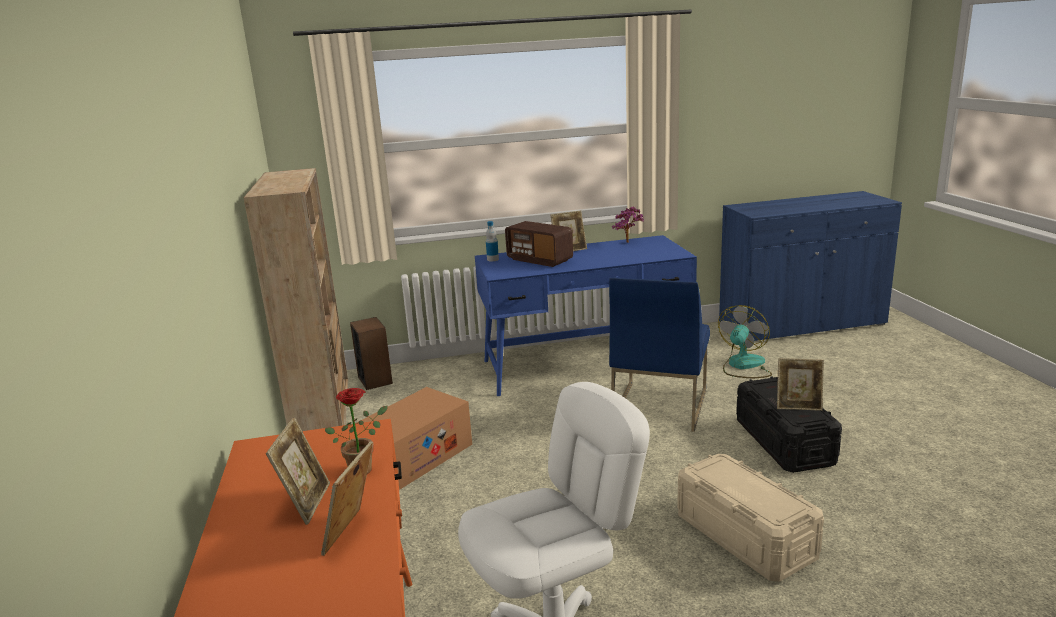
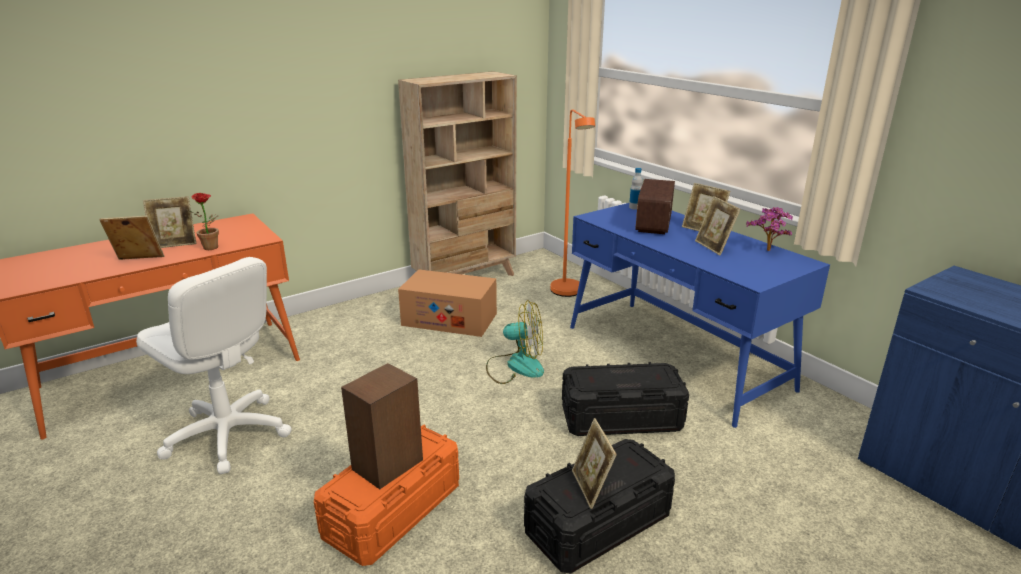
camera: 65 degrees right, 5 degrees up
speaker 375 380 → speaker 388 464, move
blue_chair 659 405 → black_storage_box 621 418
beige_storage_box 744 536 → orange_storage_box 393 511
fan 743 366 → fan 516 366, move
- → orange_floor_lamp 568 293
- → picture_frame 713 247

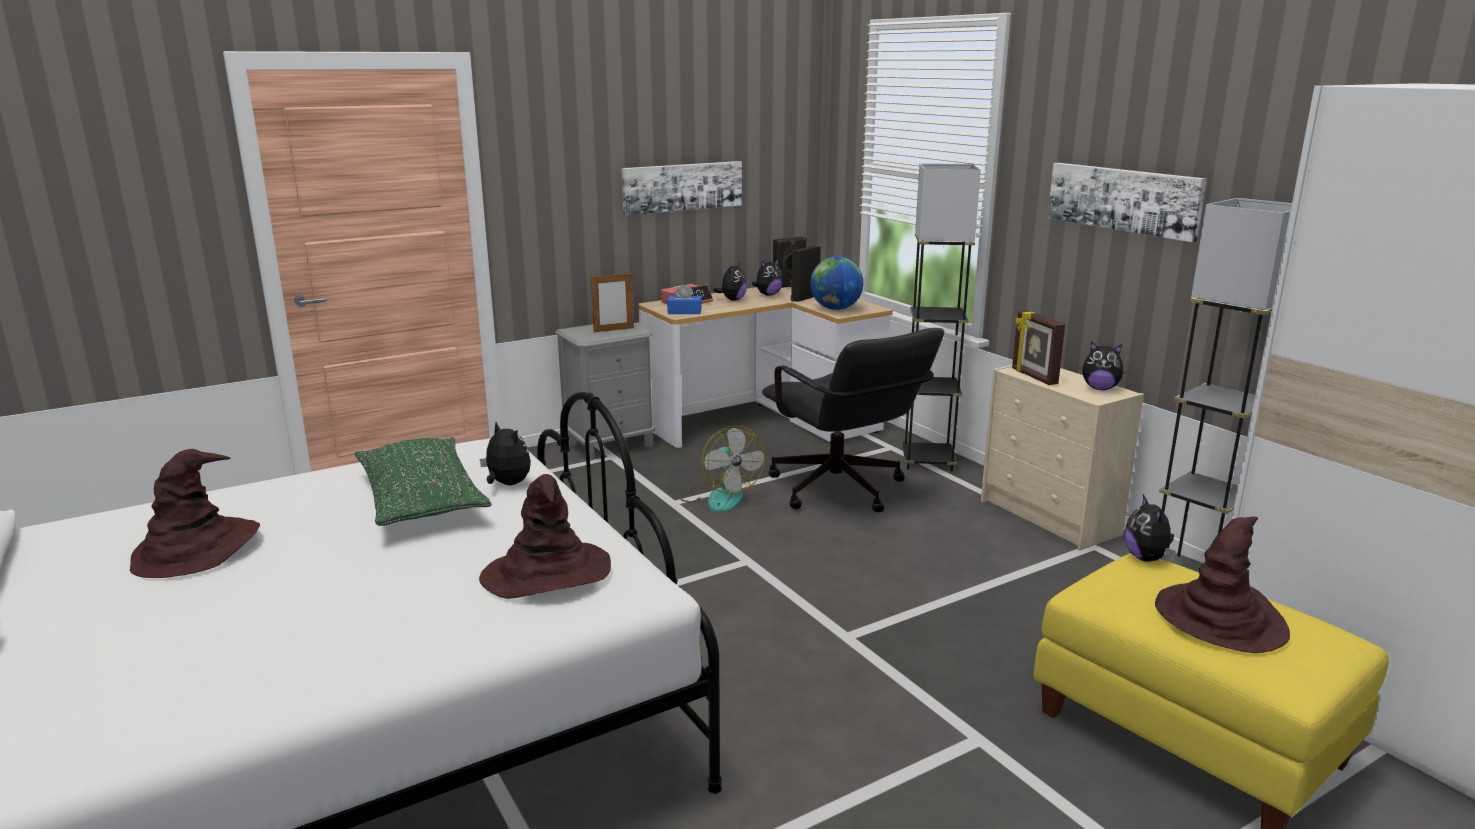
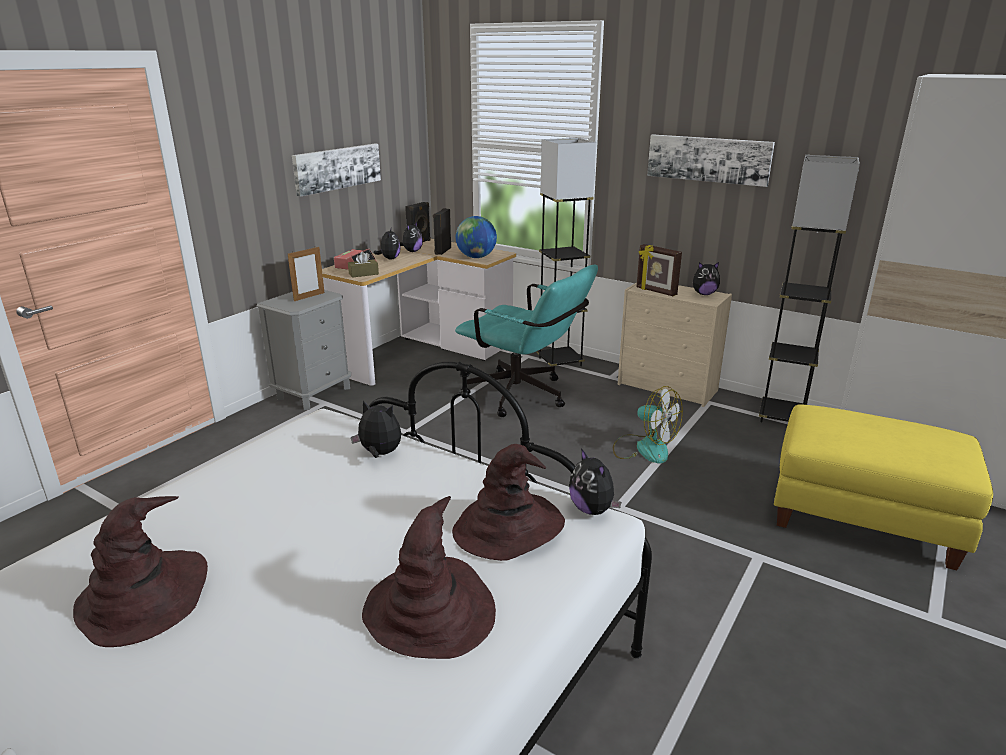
camera: 25 degrees left, 5 degrees up
green_pillow 421 500 → -
blue_tissue_box 684 312 → brown_tissue_box 363 274
fan 720 497 → fan 644 448, move
black_office_chair 843 492 → turquoise_office_chair 524 397
plush_toy 1147 558 → plush_toy 592 509, move
brown_hat 1220 619 → brown_hat 430 611, move

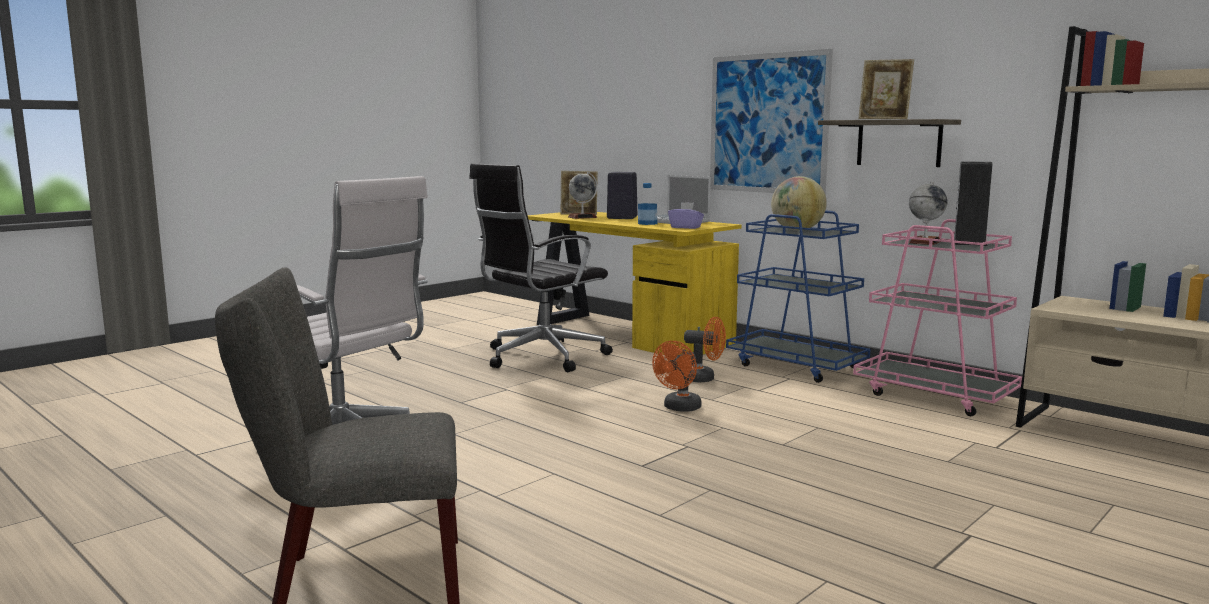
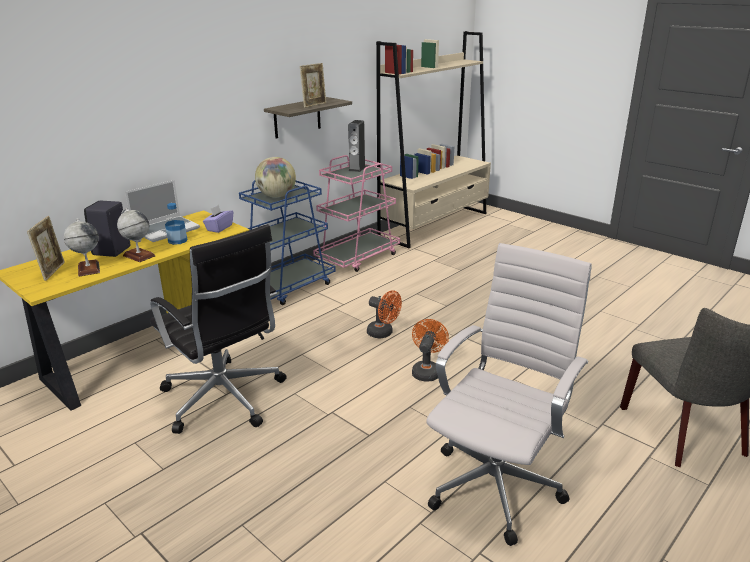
camera: 90 degrees left, 15 degrees up
orange_fan 703 379 → orange_fan 427 371, move
picture 767 123 → -
globe 925 242 → globe 139 256, move

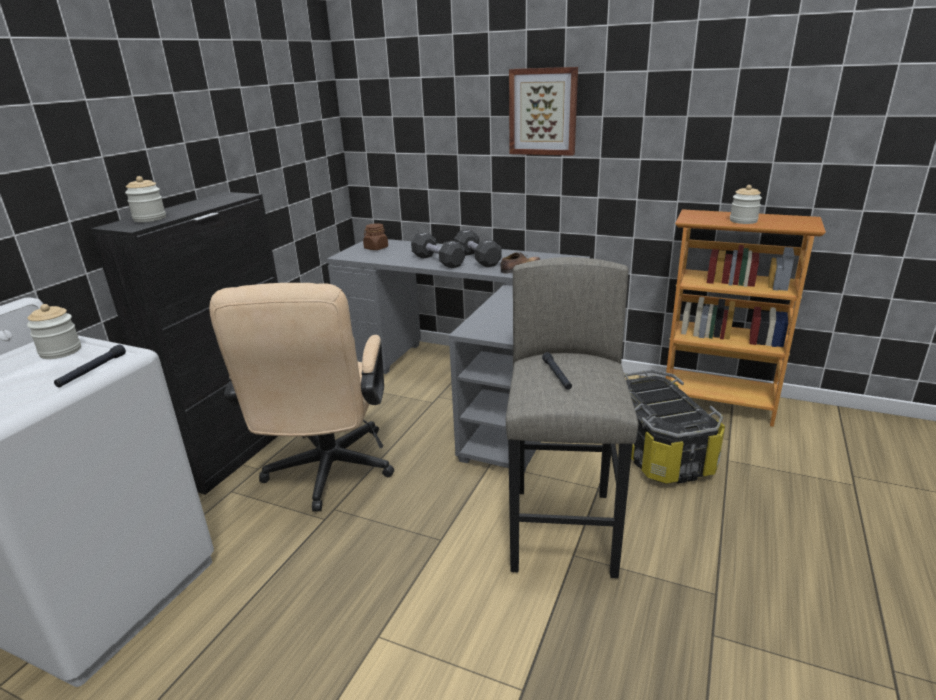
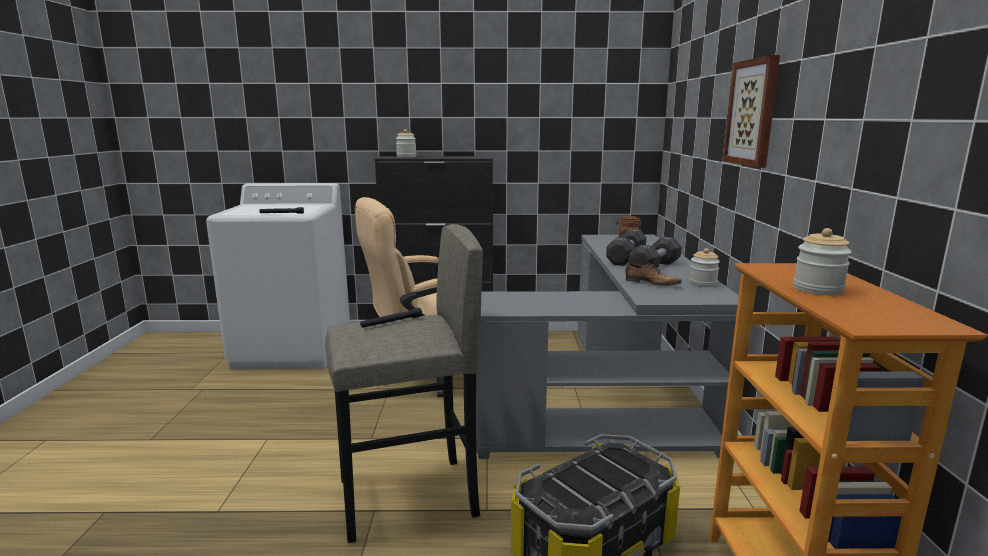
camera: 65 degrees right, 10 degrees down
jar 60 351 → jar 702 284, move

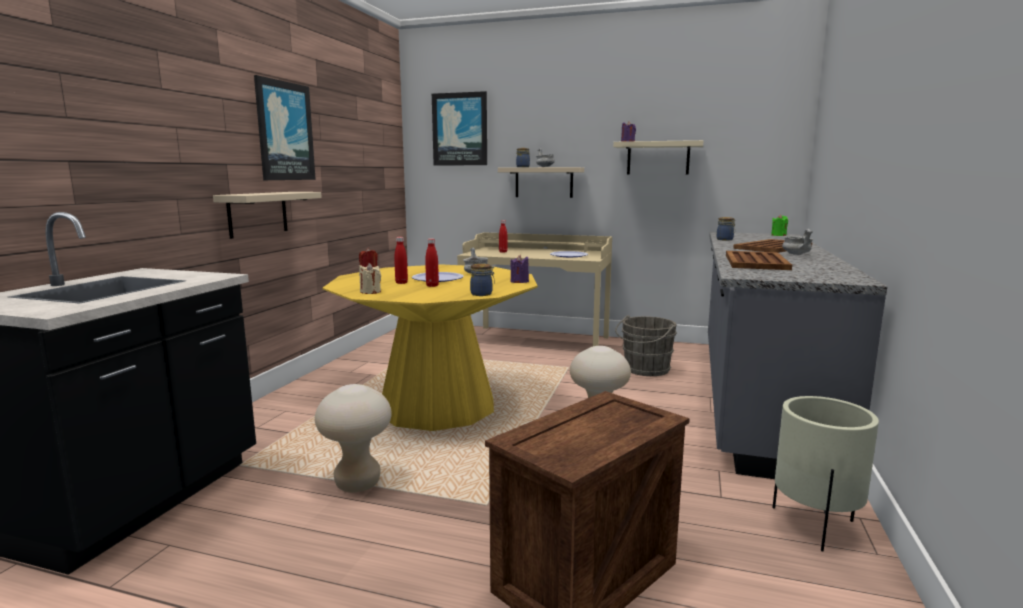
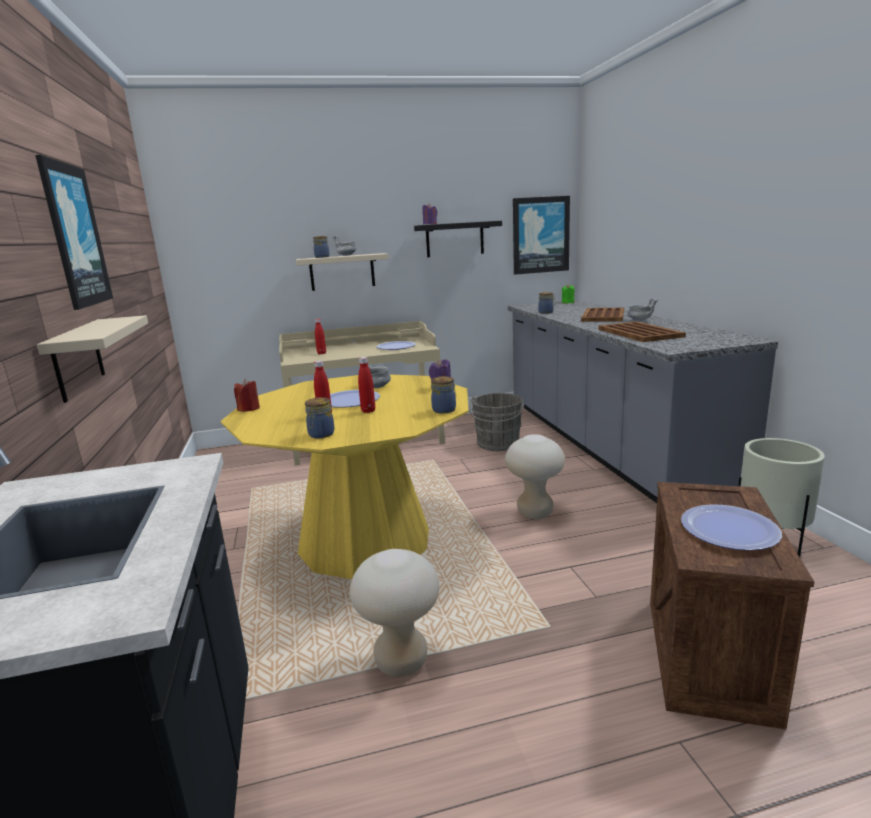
camera: 30 degrees left, 5 degrees up
beige_candle 370 292 → jar 320 435
picture 460 129 → picture 540 235, move
beige_shelf 658 158 → black_shelf 455 239
- → plate 729 529

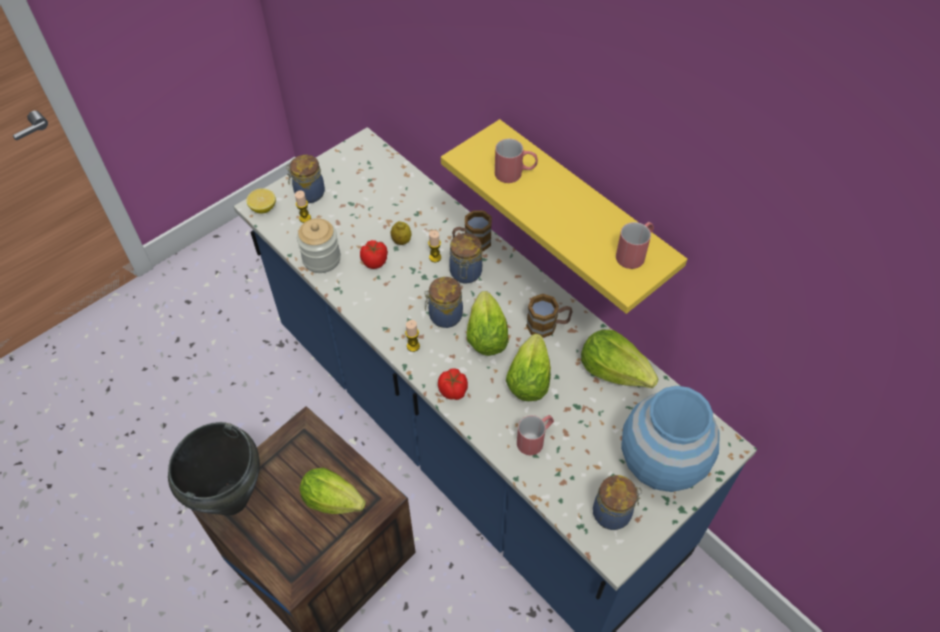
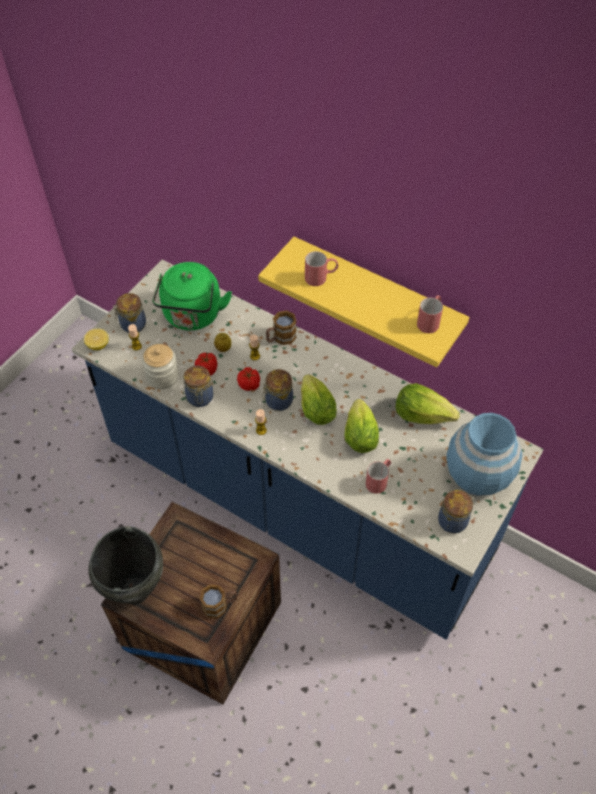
camera: 15 degrees left, 0 degrees up
lettuce 336 502 → -
tomato 453 391 → tomato 249 385, move
jar 465 274 → jar 200 398, move
mug 548 325 → mug 220 605, move
- → green_kettle 192 316

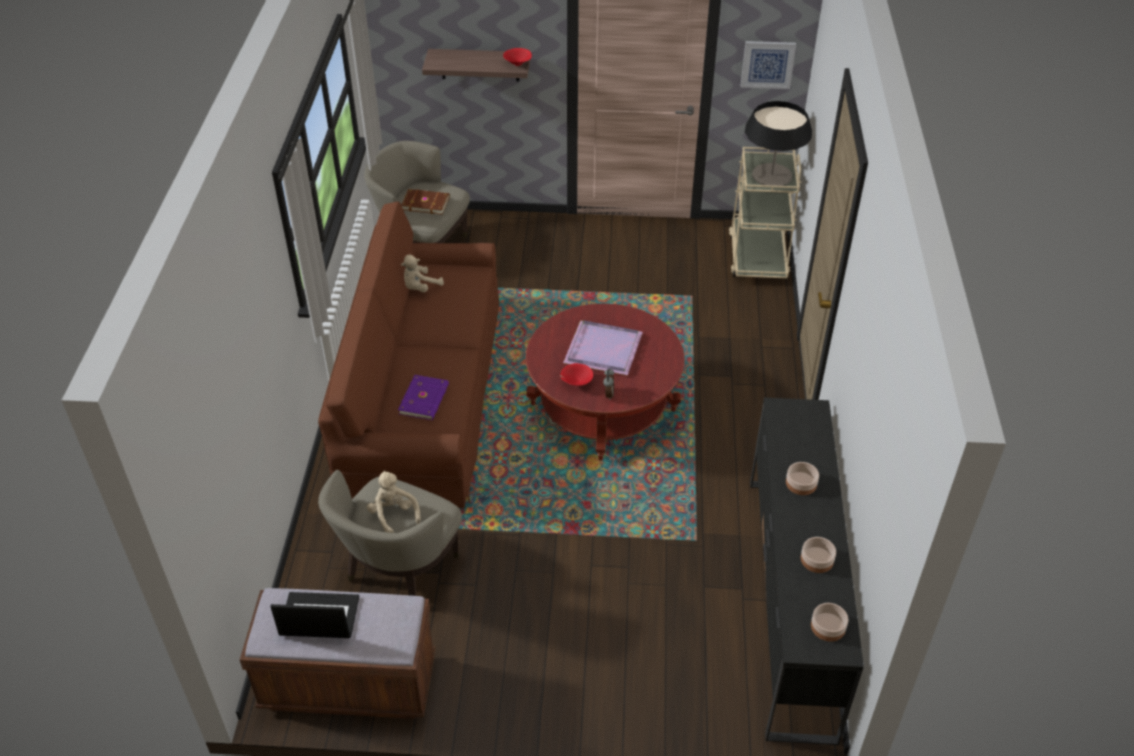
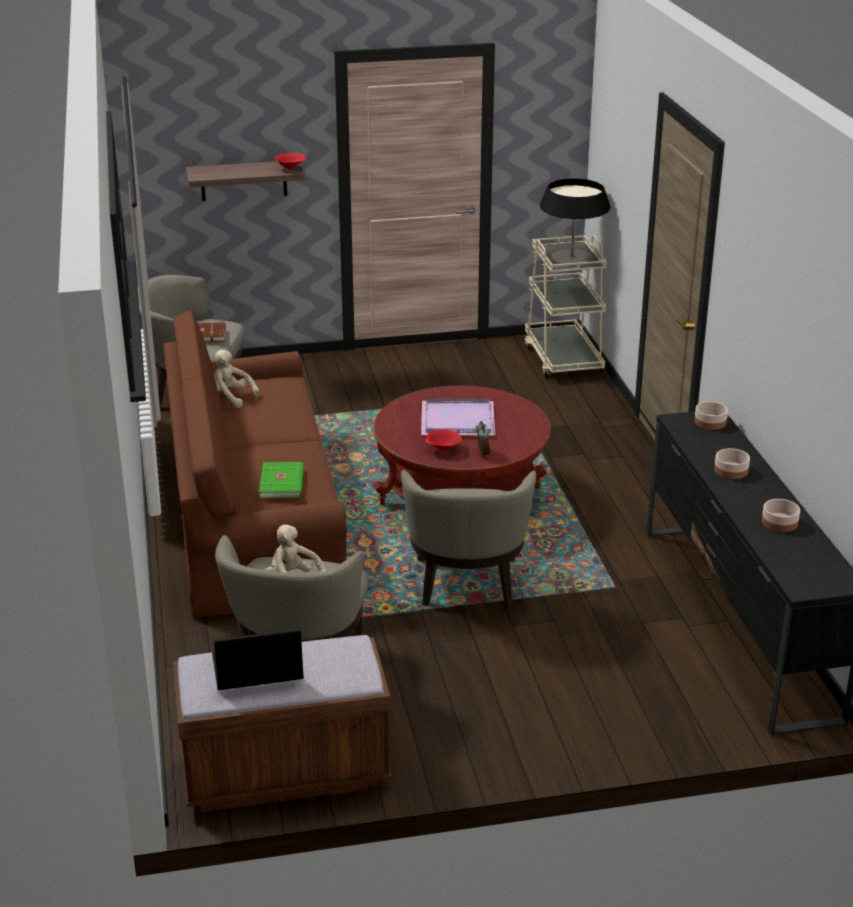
camera: 15 degrees left, 15 degrees down
purple_book 425 399 → green_book 283 483
beige_plush_toy 420 287 → beige_plush_toy 230 398, 90 degrees clockwise
picture 767 64 → -
bowl 828 626 → bowl 710 422, move
- → beige_armchair 466 585

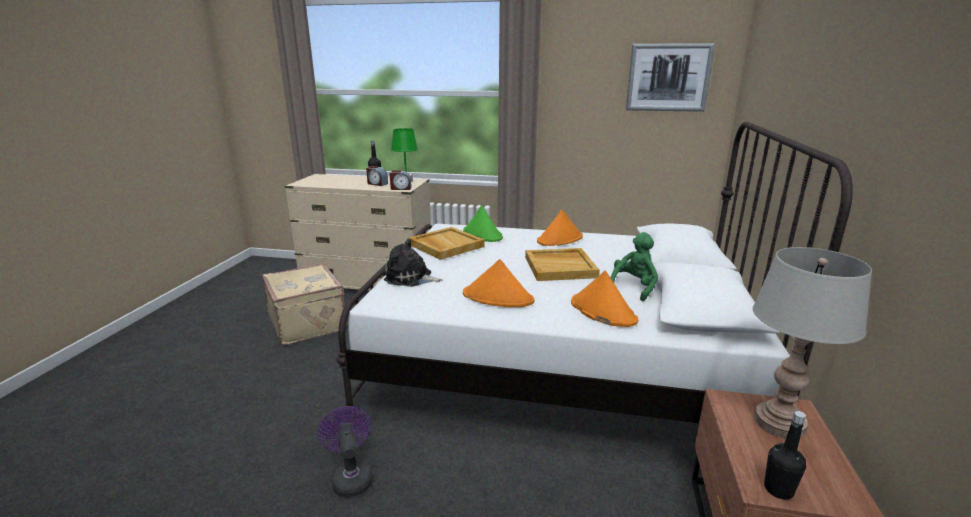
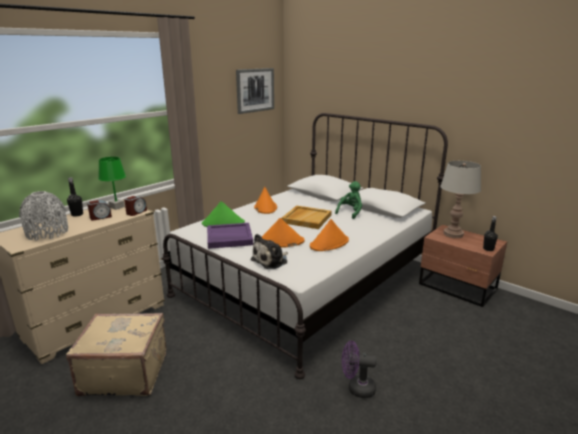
camera: 60 degrees left, 0 degrees up
beige_tray 445 245 → purple_tray 229 238
orange_hat 602 311 → orange_hat 280 242, move
green_plush_toy 633 287 → green_plush_toy 350 212, 60 degrees clockwise
- → grey_vase 47 233

